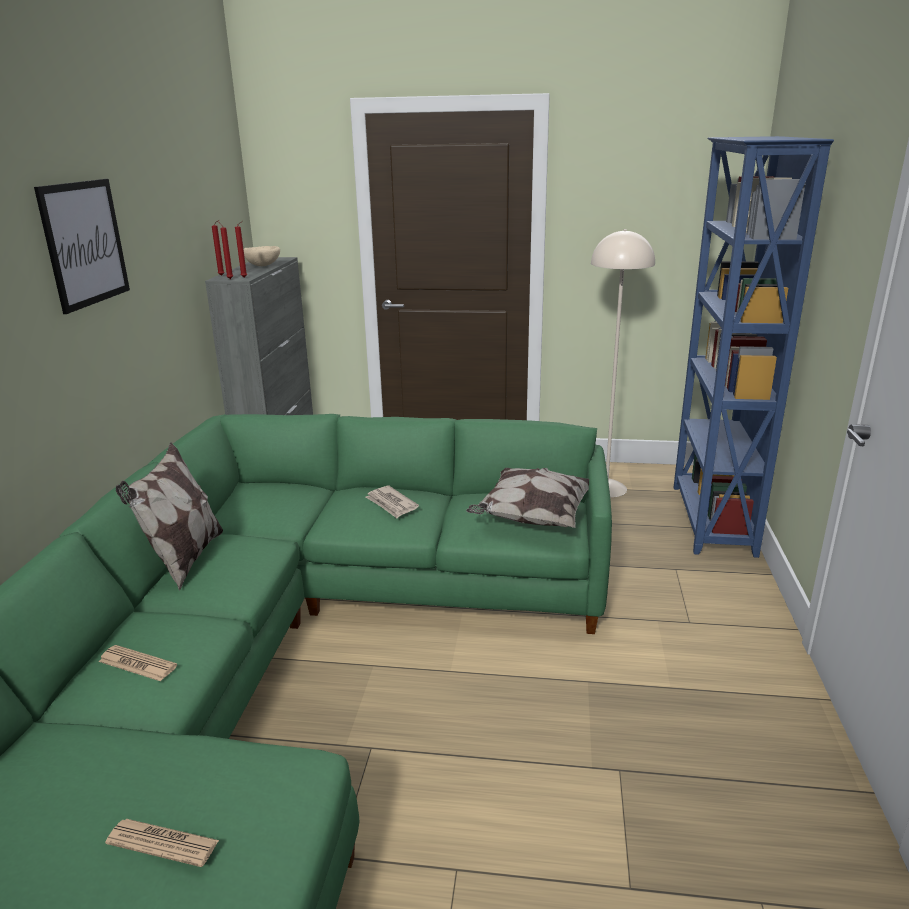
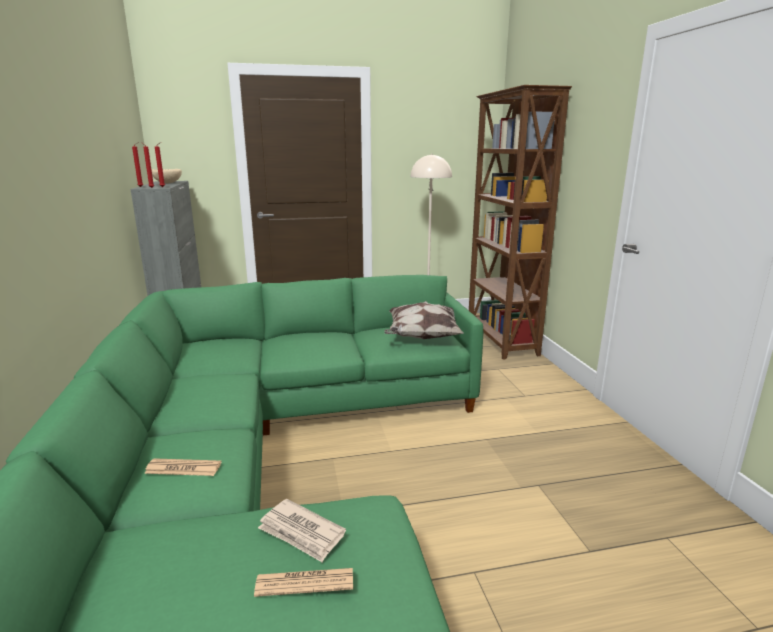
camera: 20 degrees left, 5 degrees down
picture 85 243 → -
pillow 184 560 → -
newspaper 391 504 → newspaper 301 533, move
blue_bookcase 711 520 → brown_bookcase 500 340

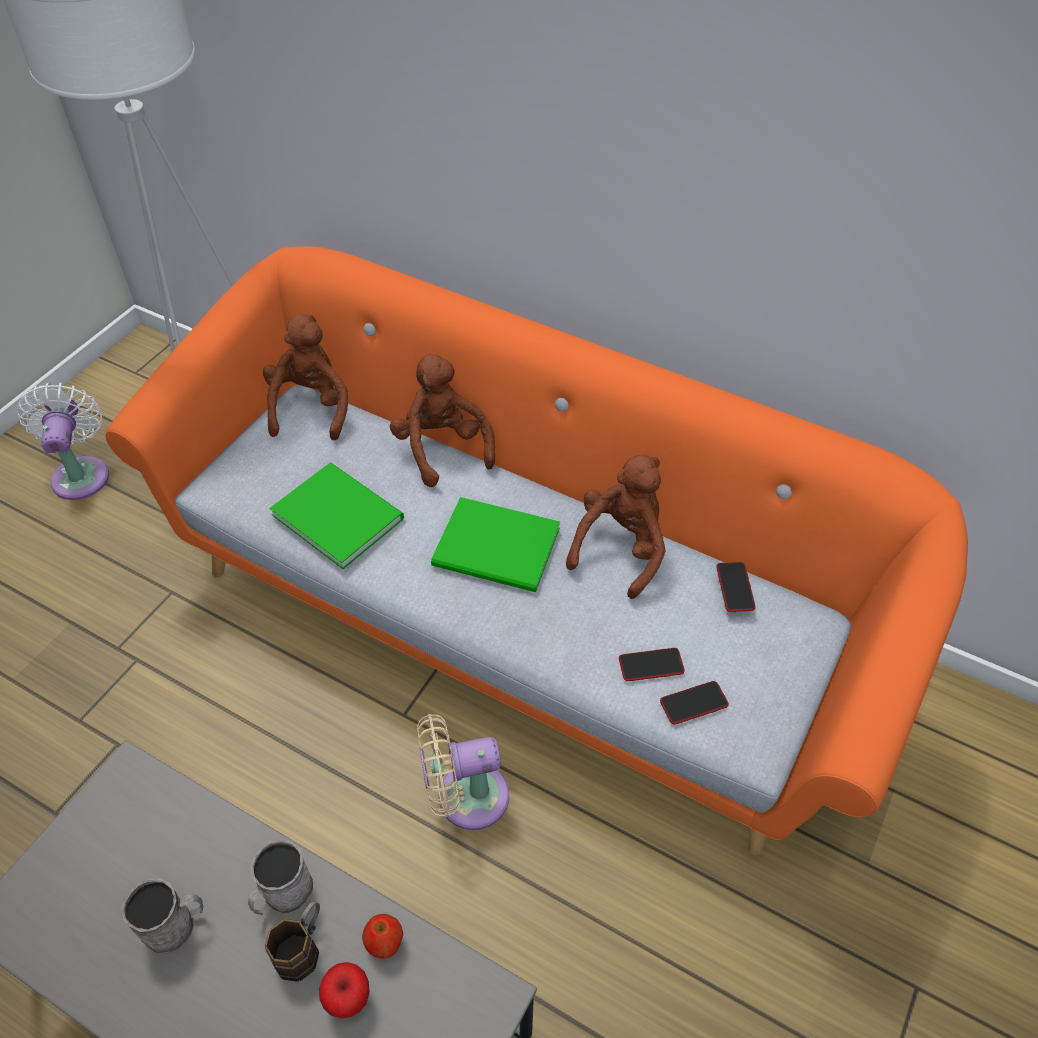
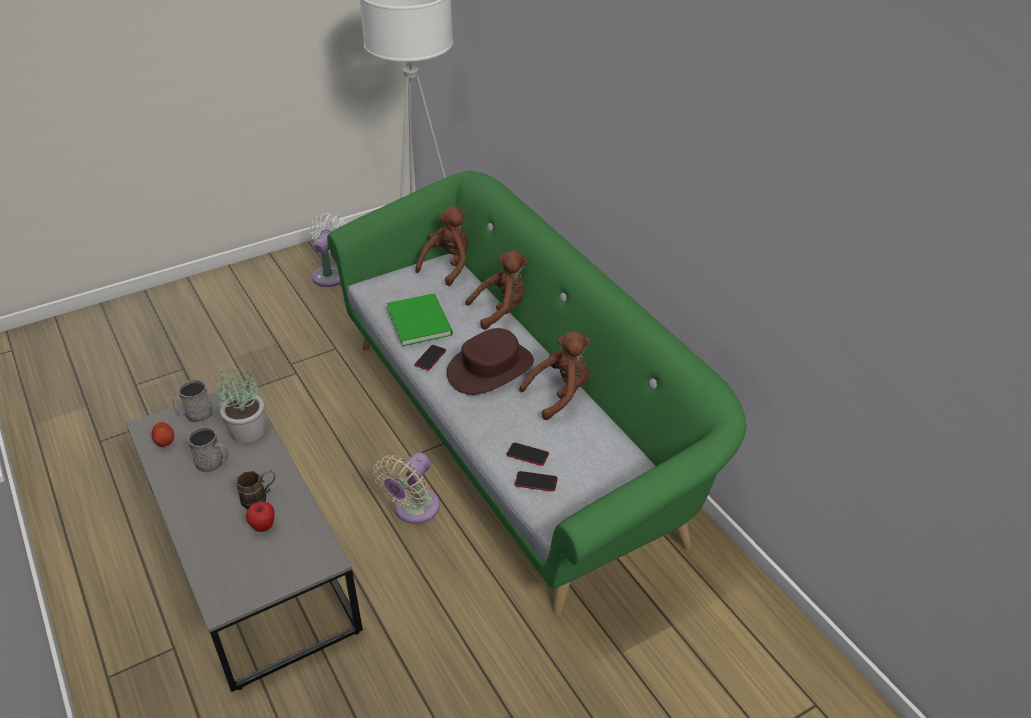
camera: 30 degrees right, 10 degrees down
orange_sofa 518 611 → green_sofa 515 433
grey_mug 283 895 → grey_mug 195 415, move
apple 384 943 → apple 165 443, move
brown_plush_toy 442 448 → brown_plush_toy 502 310, 60 degrees clockwise
beige_fan 465 797 → beige_fan 413 509, 75 degrees counterclockwise
green_book 499 550 → brown_hat 490 369
phone 735 587 → phone 430 358, move
- → potted_plant 248 430

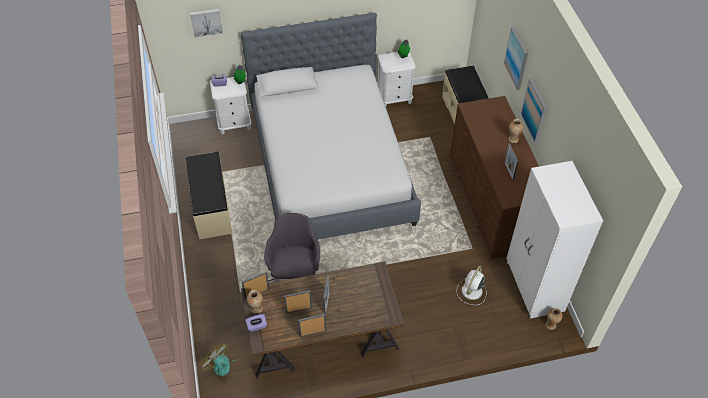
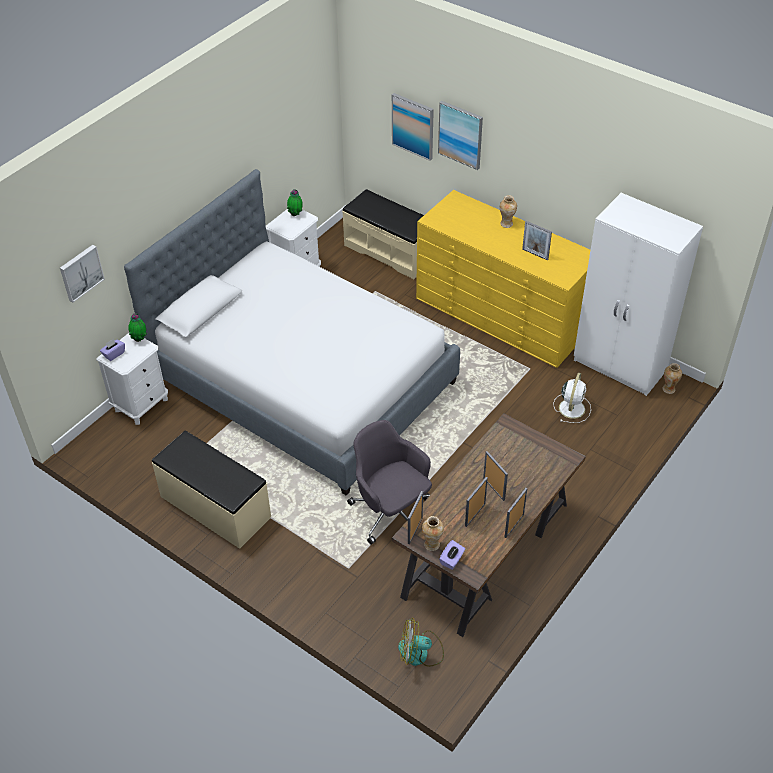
camera: 40 degrees left, 5 degrees down
brown_dresser 492 201 → yellow_dresser 501 315
white_fan 471 291 → white_fan 572 407, 150 degrees counterclockwise
picture 534 110 → picture 413 126, move

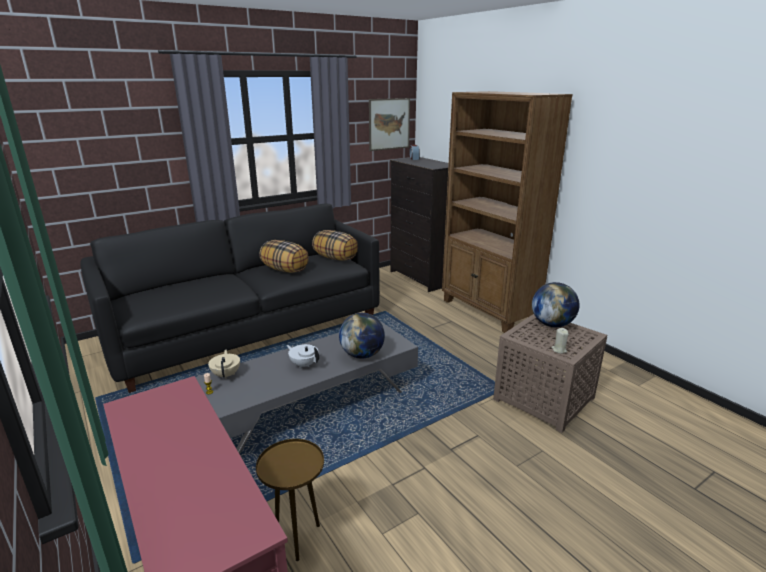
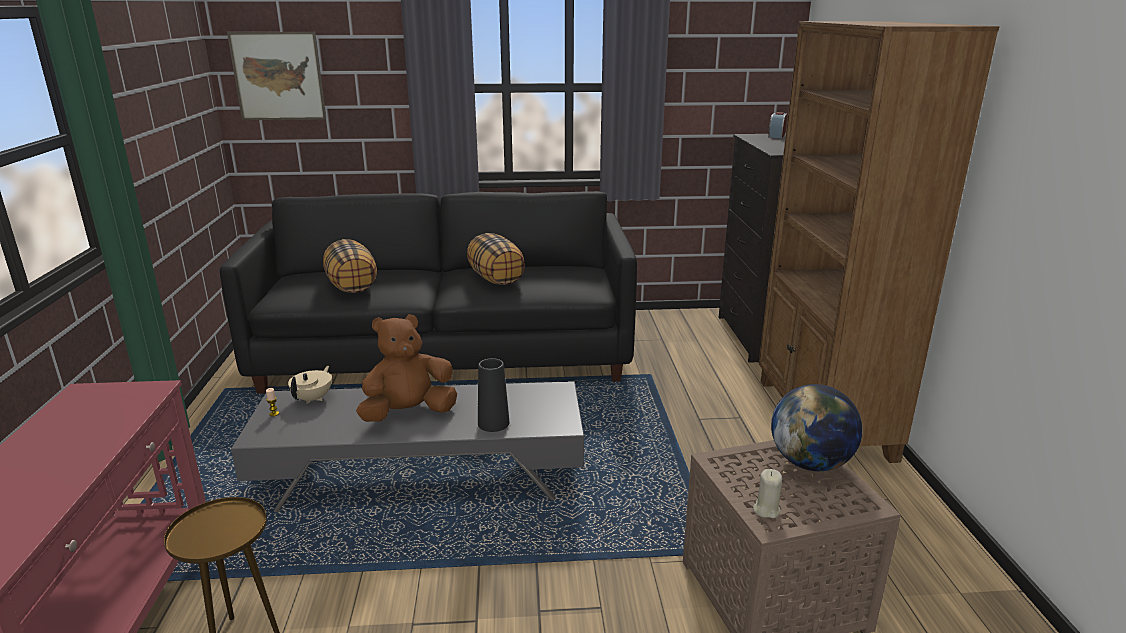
camera: 30 degrees right, 0 degrees up
white_teapot 304 364 → brown_plush_toy 408 413
pillow 335 258 → pillow 352 287, move
globe 362 355 → black_vase 493 423
picture 389 124 → picture 278 76, move

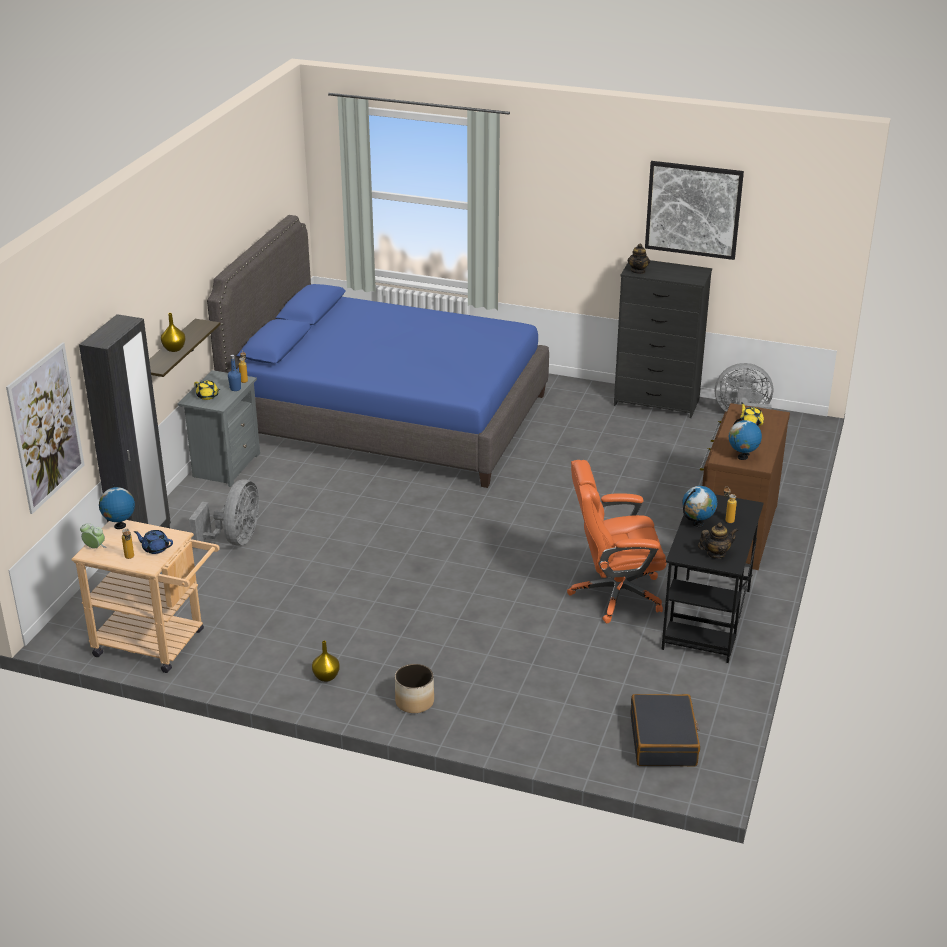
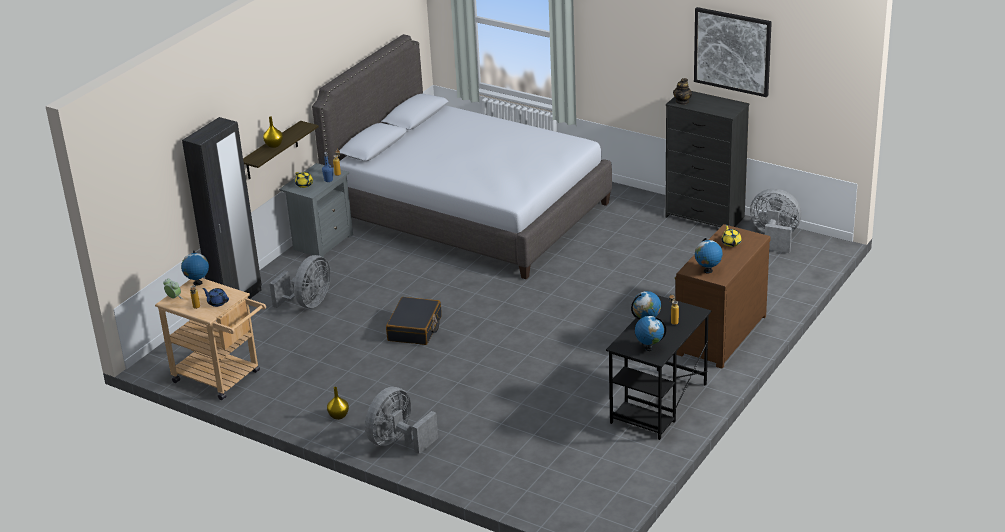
camera: 15 degrees right, 0 degrees up
picture 46 428 → -
blue_bed 388 418 → grey_bed 469 213
planter 415 702 → grey_fan 398 442
orange_office_chair 614 594 → -
black_suitcase 663 740 → black_suitcase 415 329, move
teapot 716 554 → globe 649 348

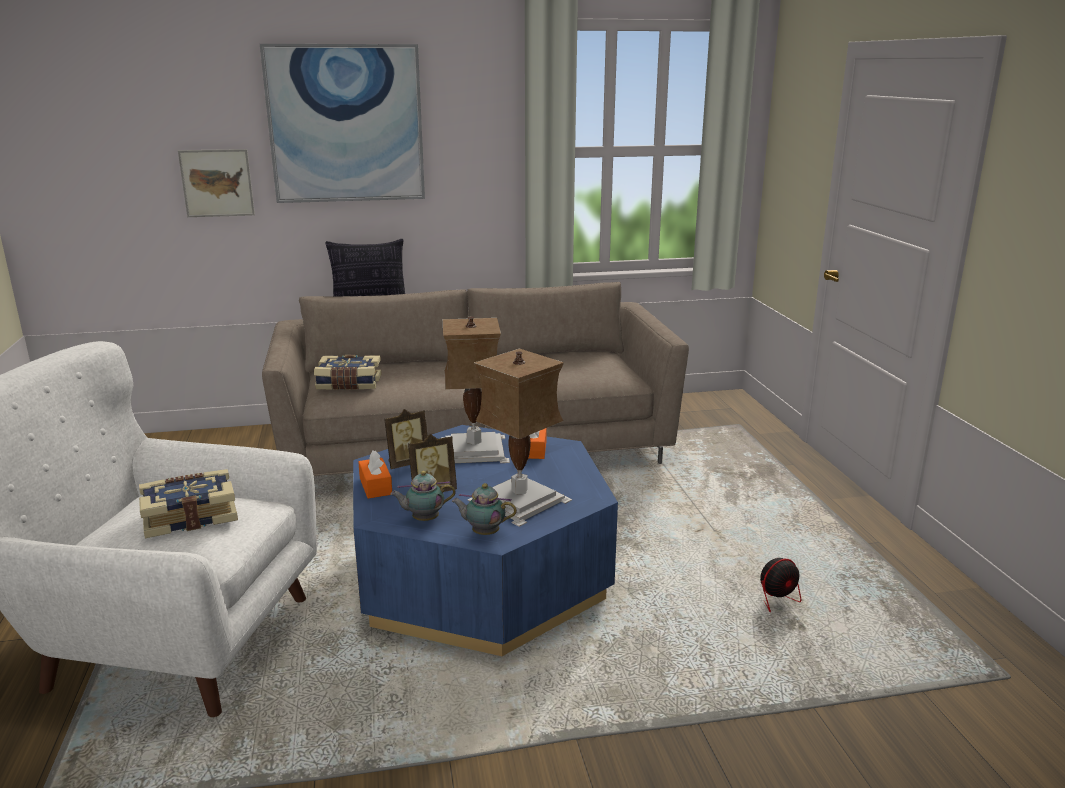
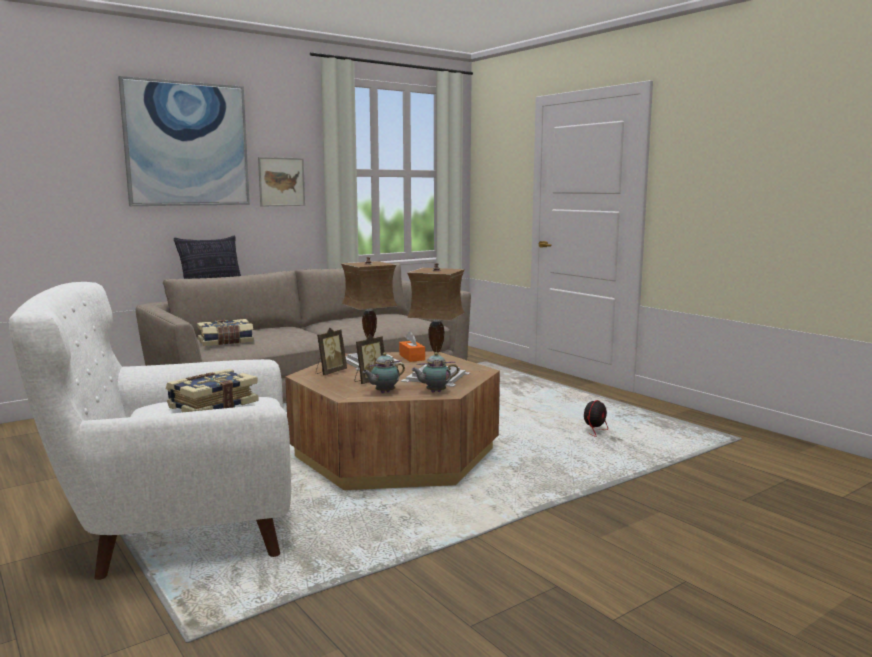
camera: 25 degrees left, 10 degrees down
picture 217 183 → picture 281 182, move
blue_coffee_table 481 575 → brown_coffee_table 395 453
orange_tissue_box 375 486 → -

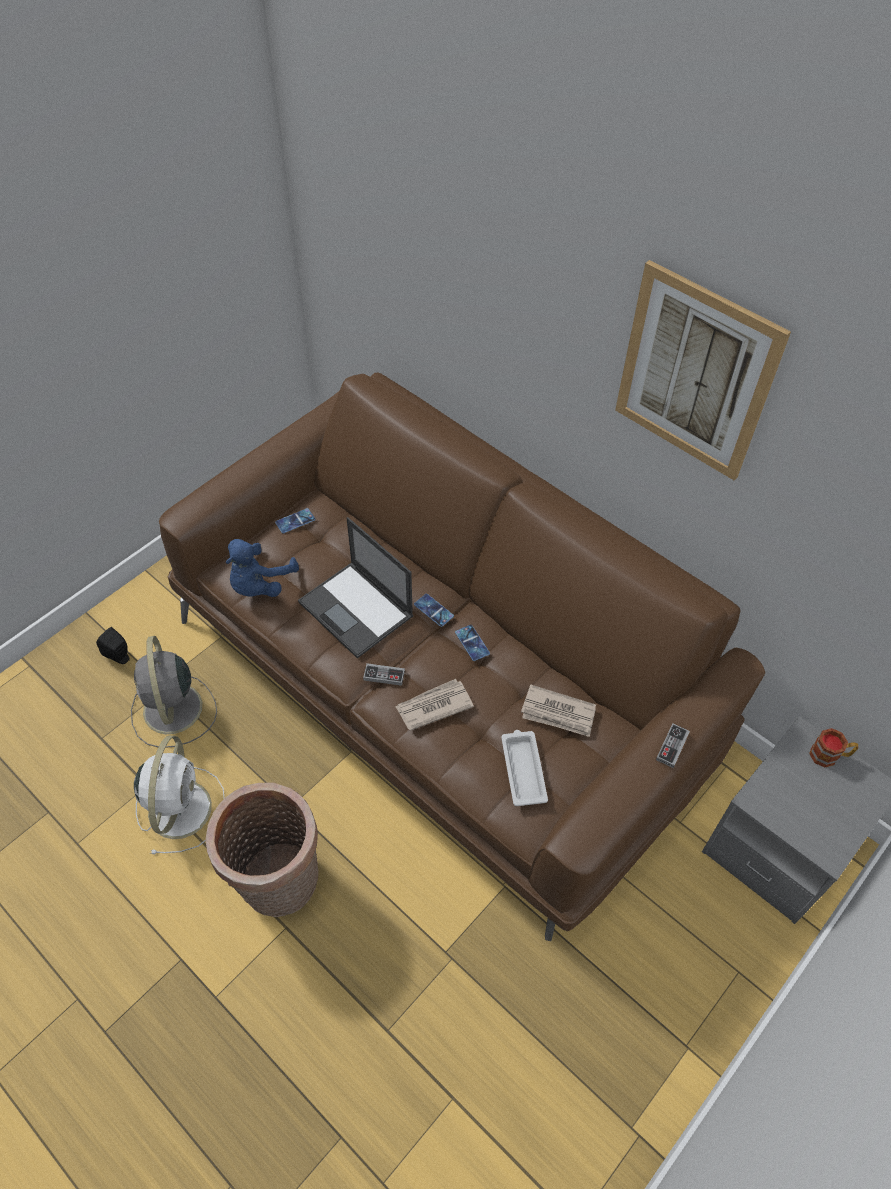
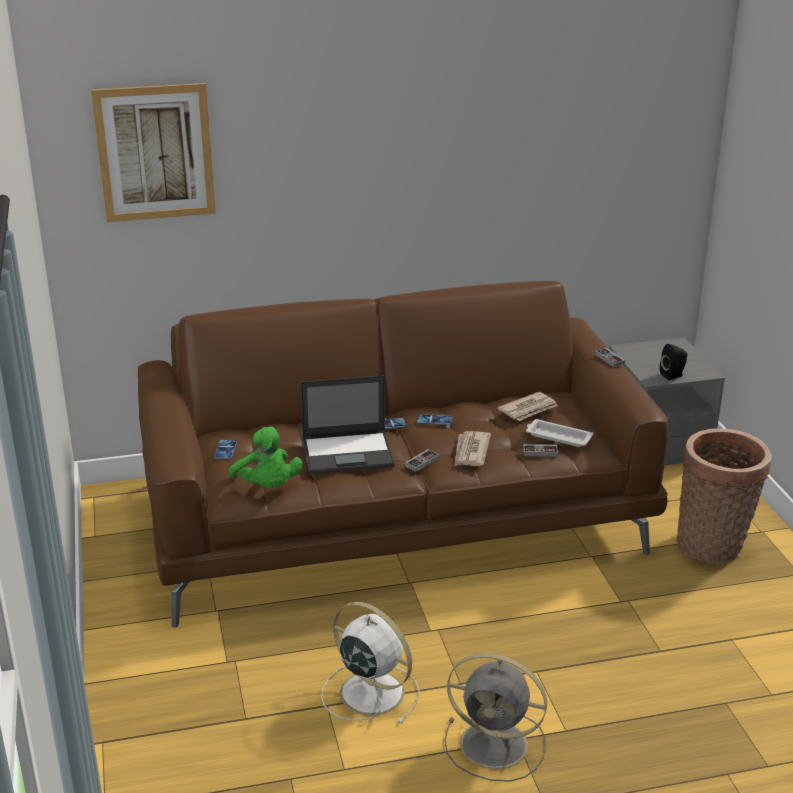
camera: 55 degrees left, 25 degrees down
black_speaker 119 657 → black_speaker 673 375, move
grey_fan 173 711 → grey_fan 497 745, move
basket 279 885 → basket 713 546, move
blue_plush_toy 260 584 → green_plush_toy 267 486
picture 695 373 → picture 155 153, move
mug 829 755 → -
- → game_controller 540 452

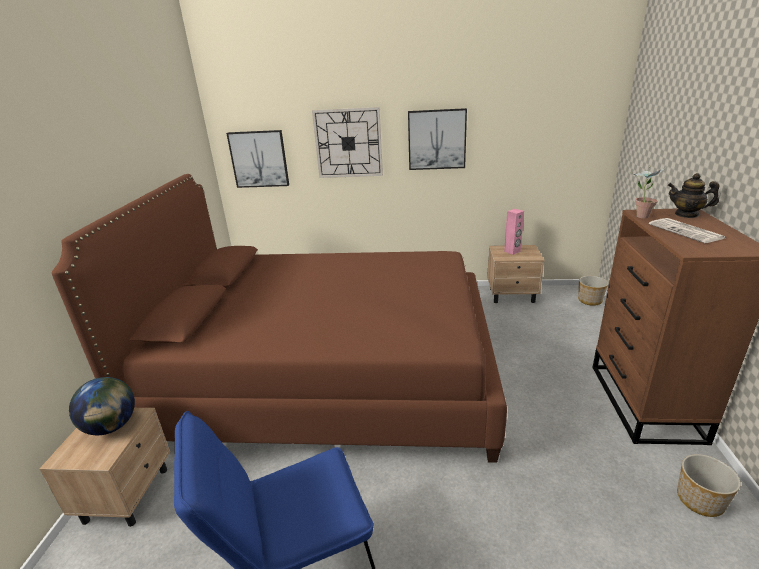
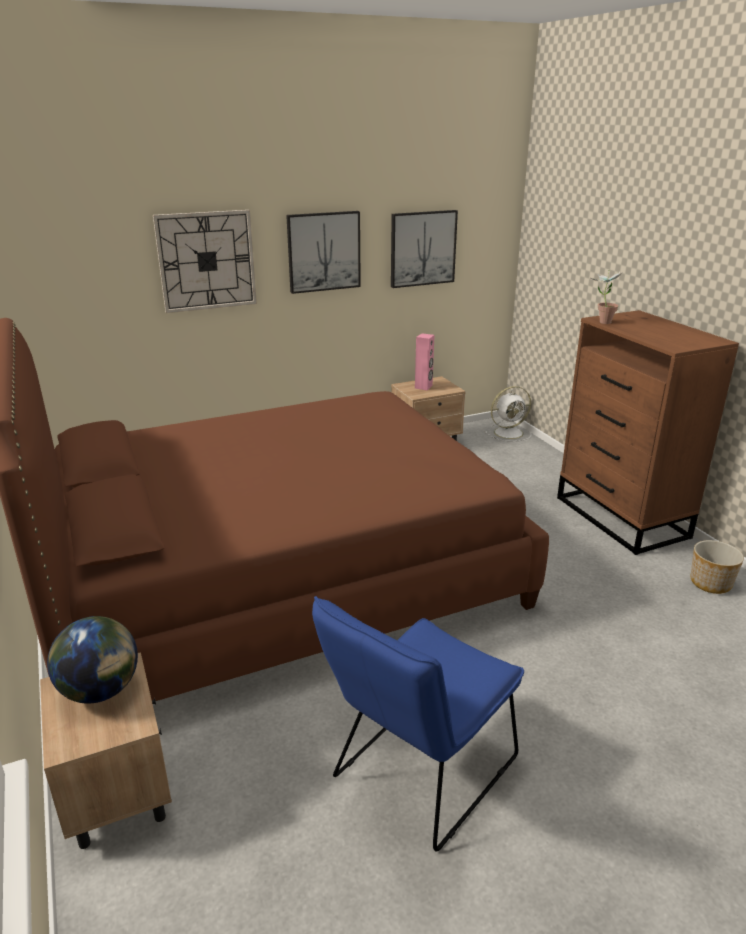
camera: 30 degrees left, 0 degrees up
picture 259 159 → picture 422 248, move
planter 590 300 → white_fan 509 433
newspaper 686 231 → -
teapot 687 214 → -

